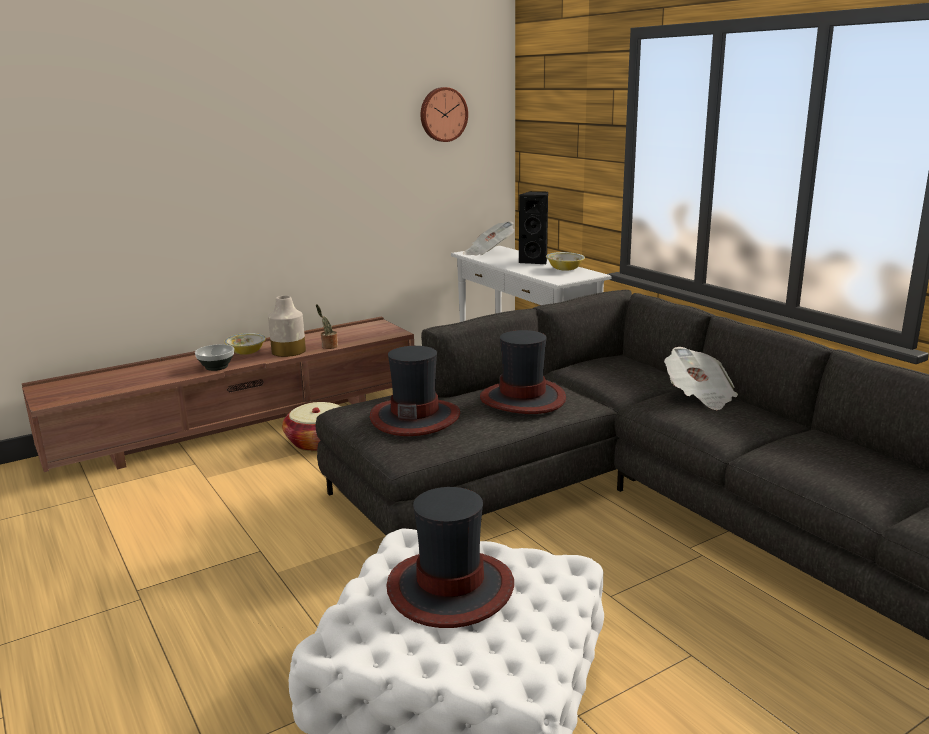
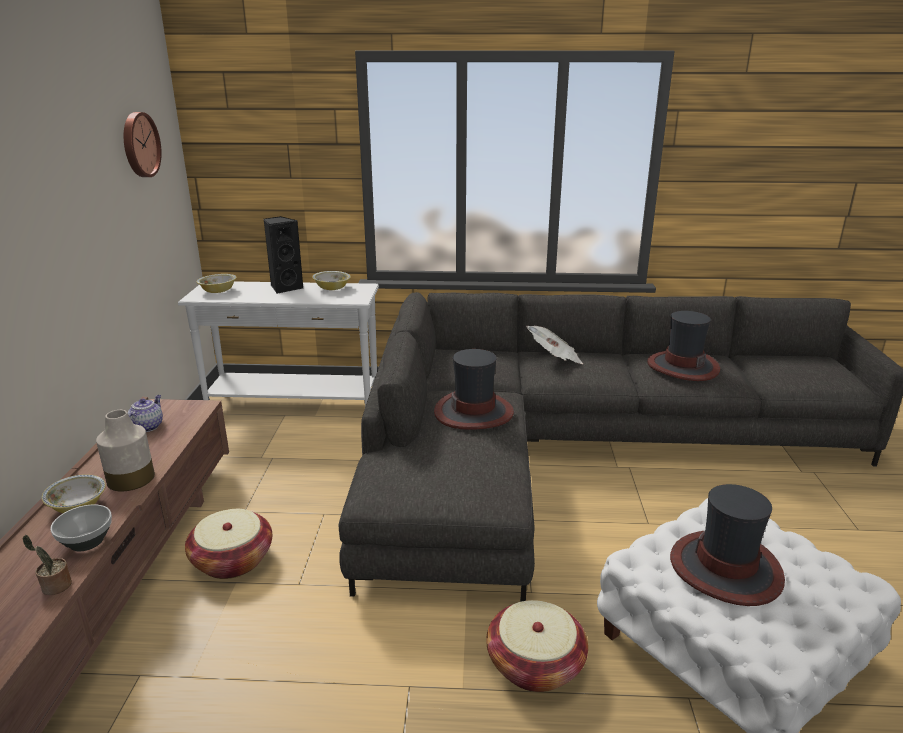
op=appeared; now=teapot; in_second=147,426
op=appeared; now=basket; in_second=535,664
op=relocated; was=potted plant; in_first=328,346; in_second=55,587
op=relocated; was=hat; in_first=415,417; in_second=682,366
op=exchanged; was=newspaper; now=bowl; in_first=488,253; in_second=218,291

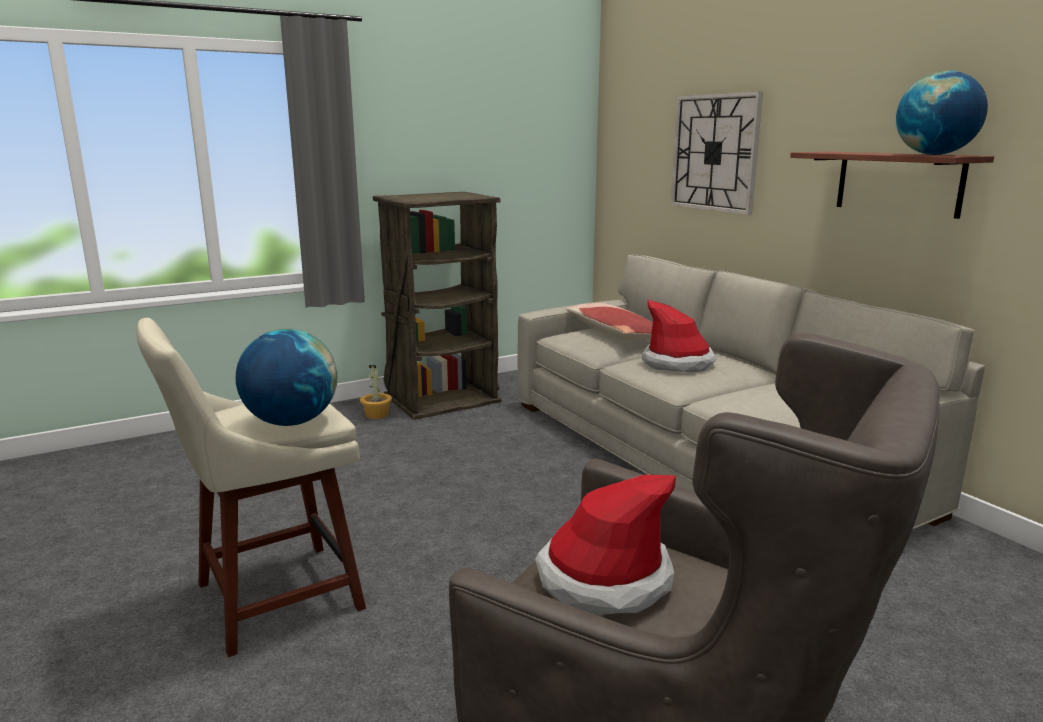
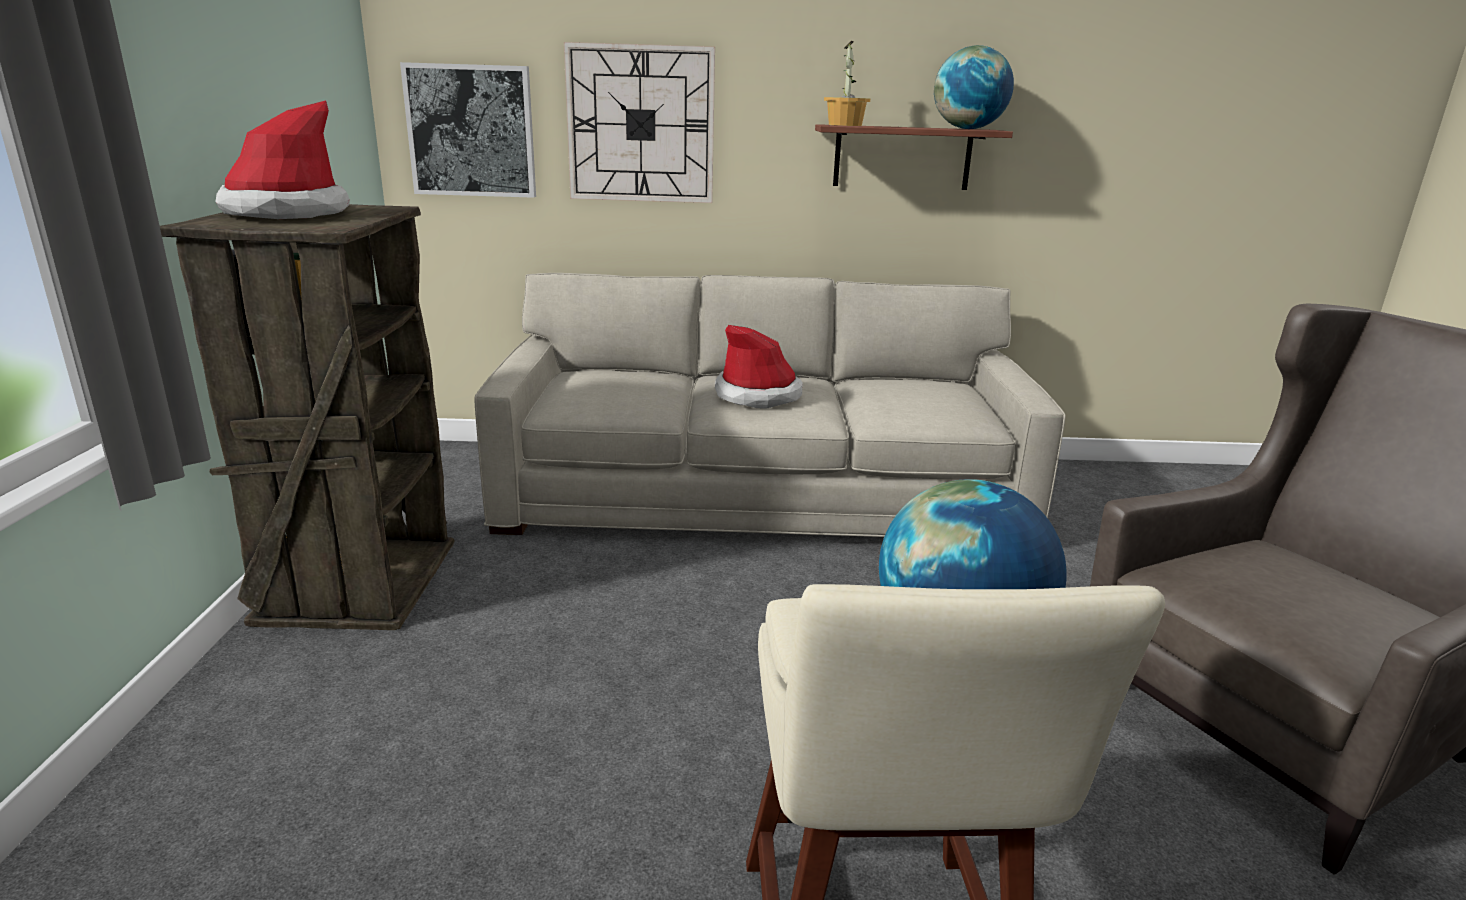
op=missing; was=pillow; in_first=614,334
op=appeared; now=picture; in_second=471,131
op=relocated; was=potted plant; in_first=376,415; in_second=845,125
op=relocated; was=hat; in_first=604,578; in_second=286,213

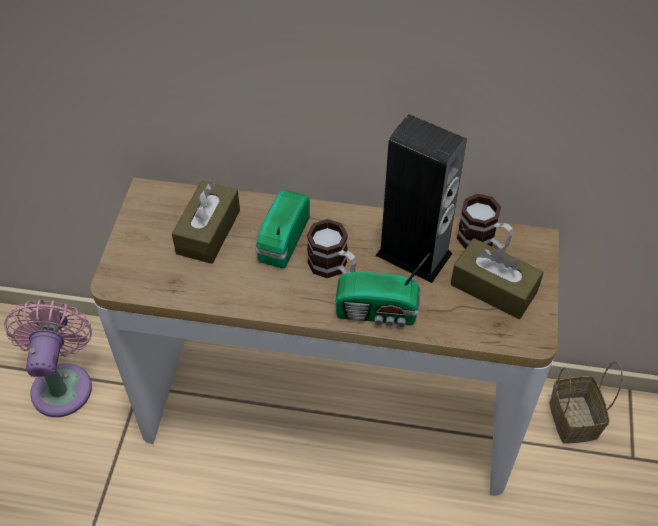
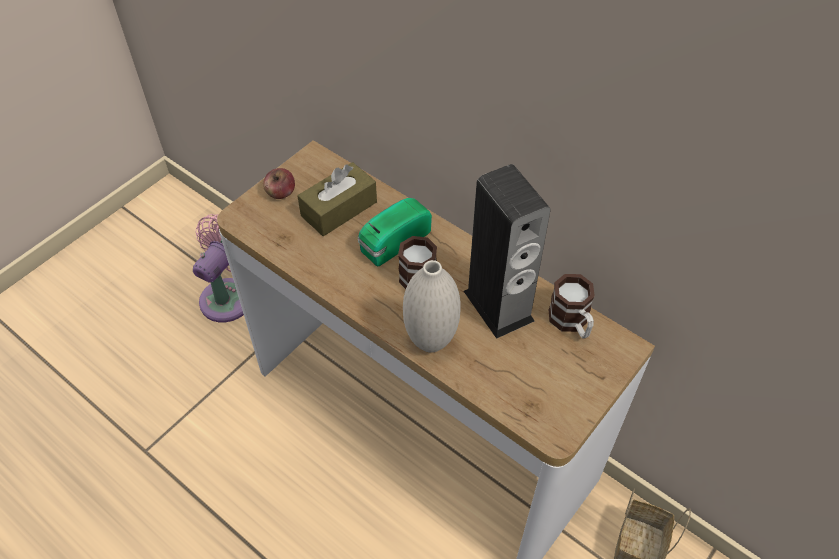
op=missing; was=brown tissue box; in_first=493,288
op=appeared; now=apple; in_second=281,193
op=exchanged; was=radio; now=white vase; in_first=379,312; in_second=431,341

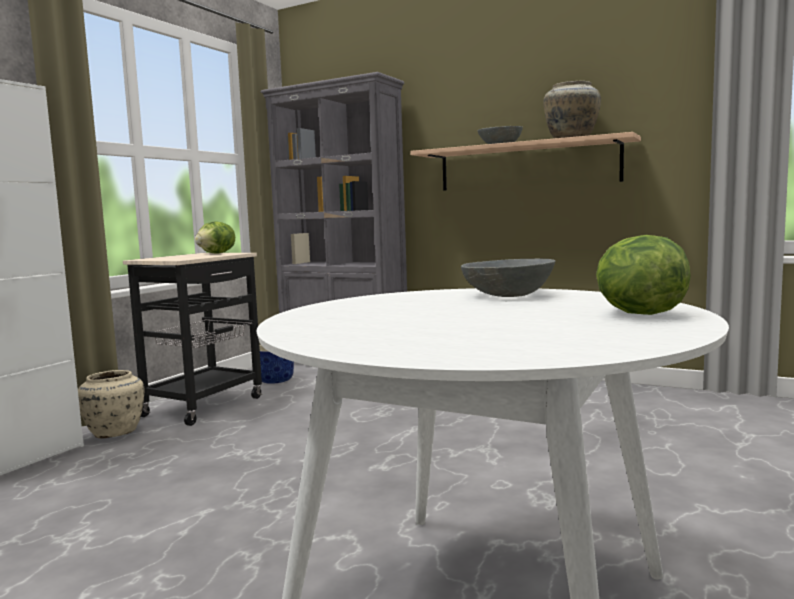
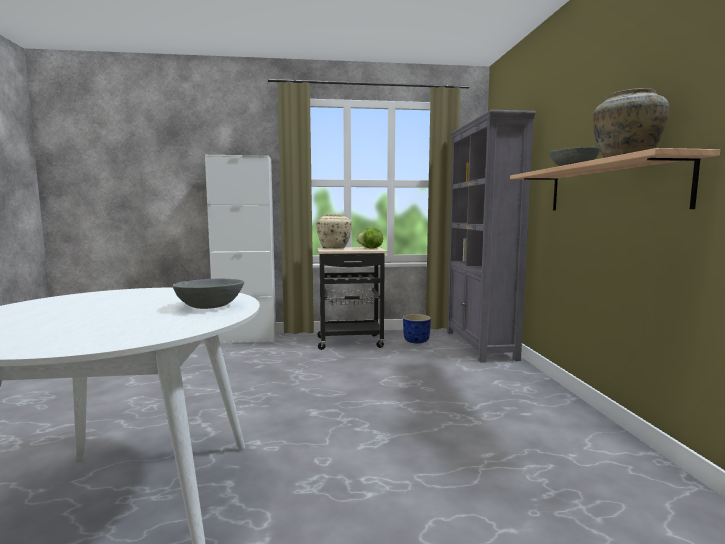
op=missing; was=lettuce; in_first=638,314
op=relocated; was=beige vase; in_first=115,432; in_second=334,248

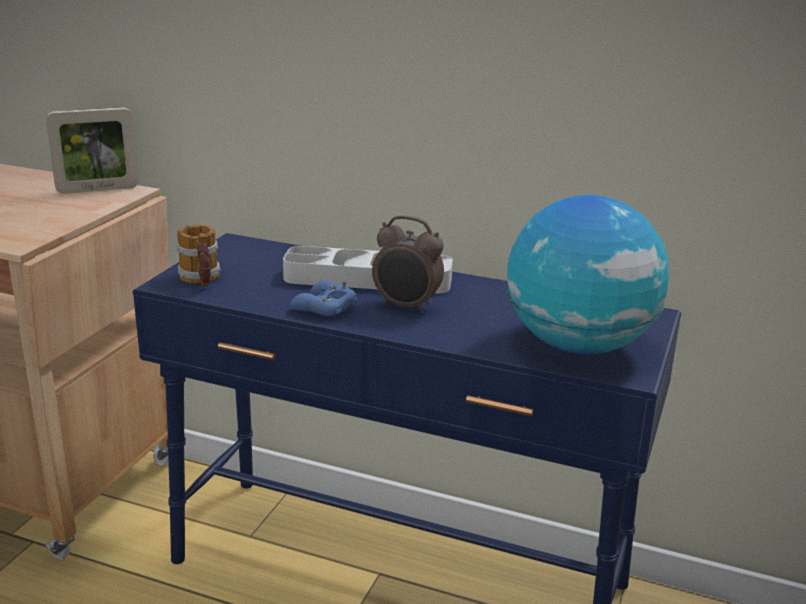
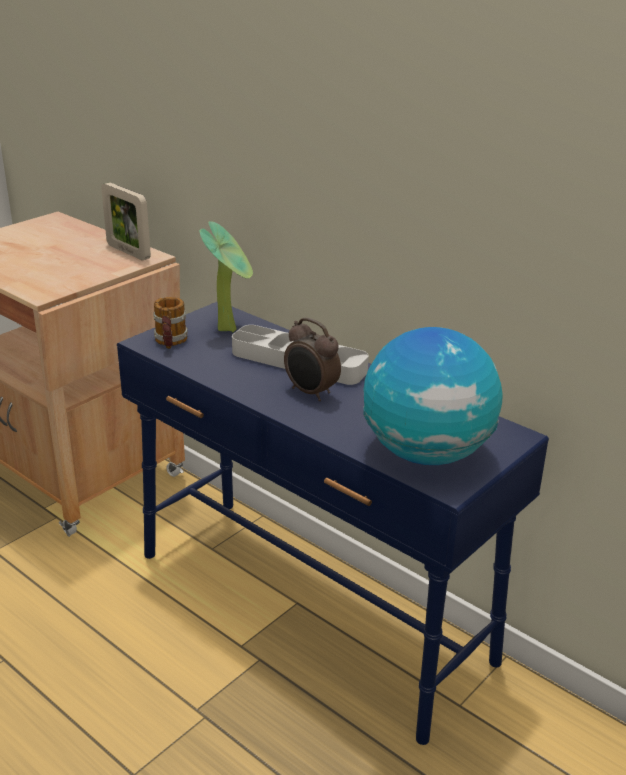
op=missing; was=blue game controller; in_first=322,307
op=appeared; now=potted plant; in_second=230,328
op=spun; was=picture frame; in_first=98,189; in_second=128,252; clockwise=45

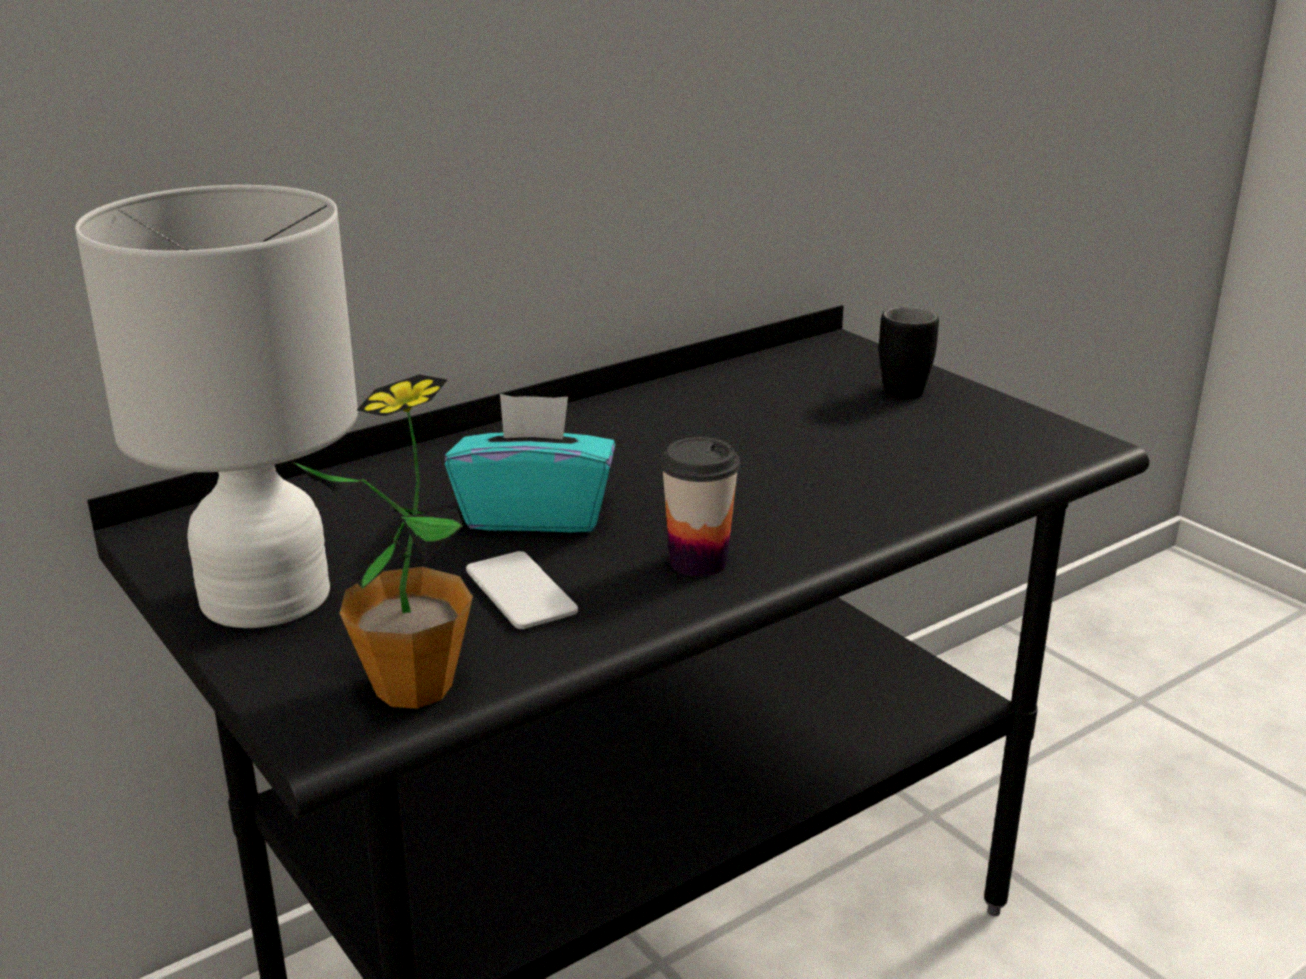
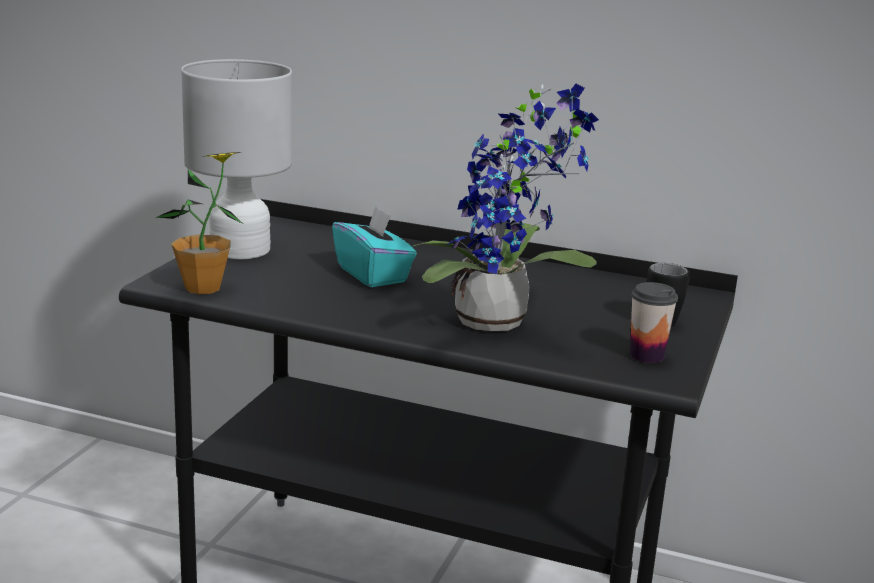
op=missing; was=phone; in_first=520,592
op=appeared; now=potted plant; in_second=500,322
op=relocated; was=cup; in_first=698,561; in_second=646,355

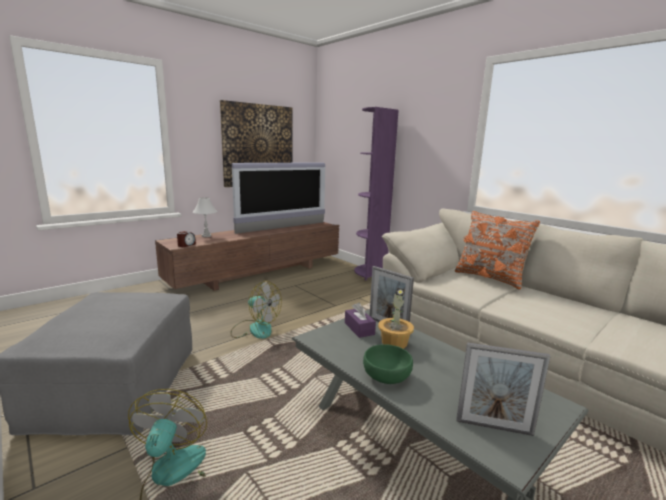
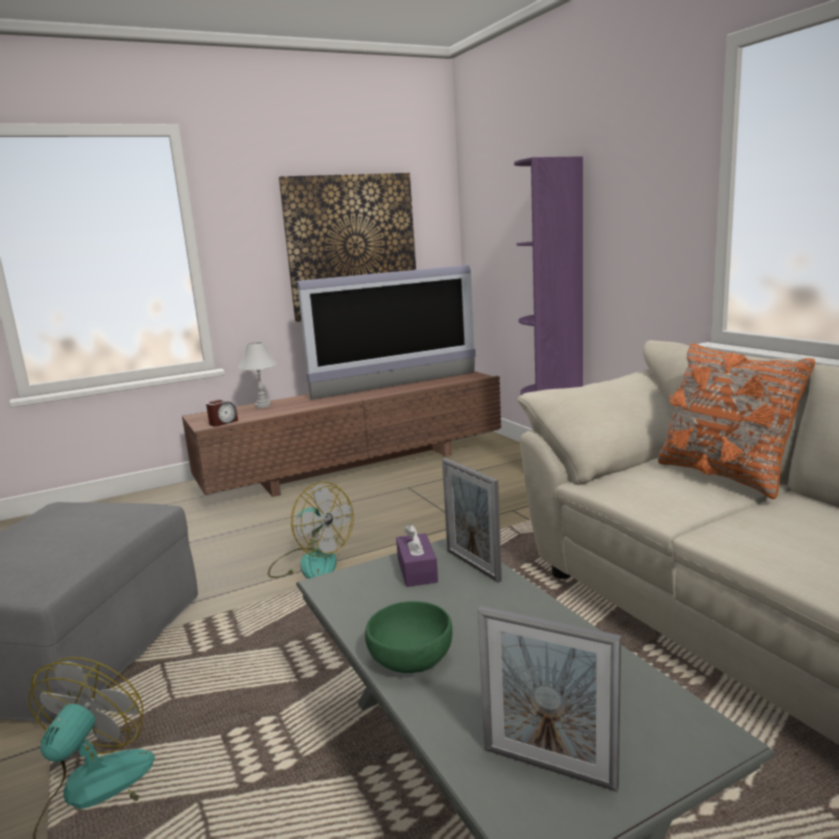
op=missing; was=potted plant; in_first=394,343

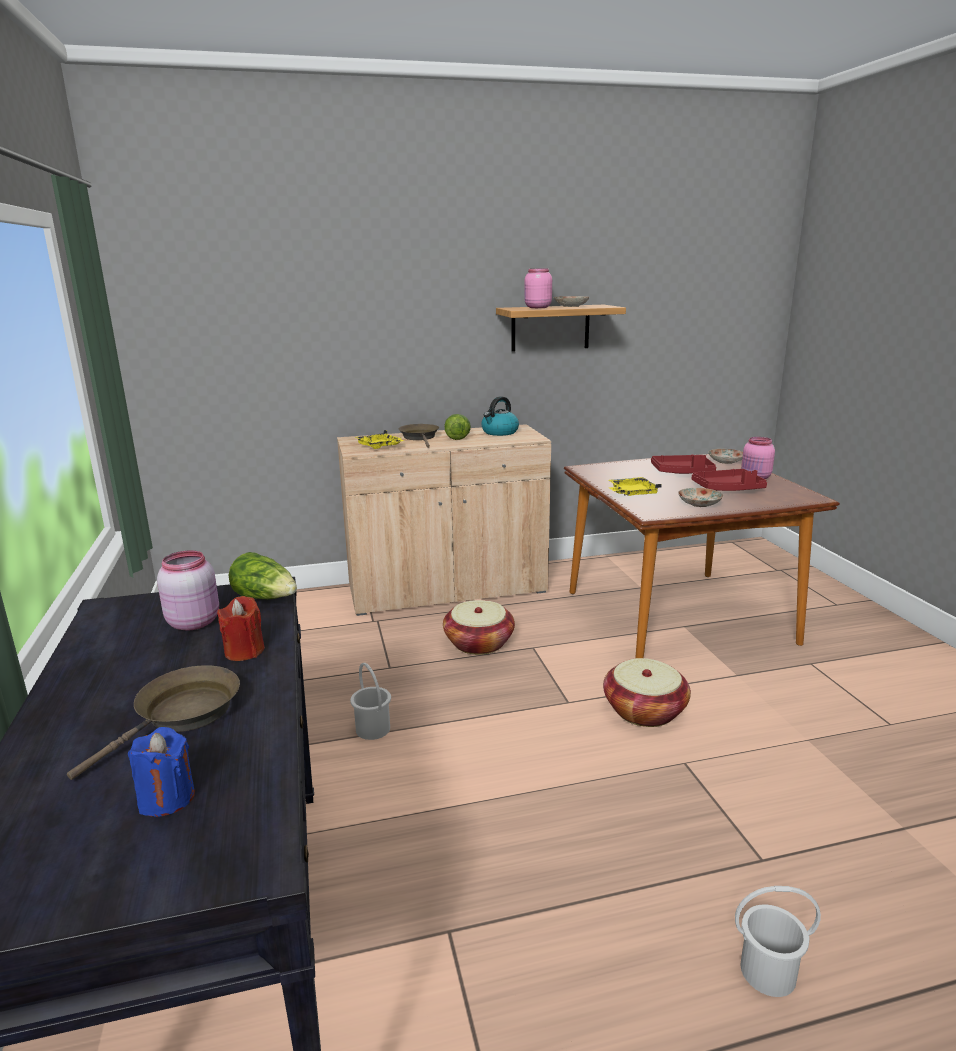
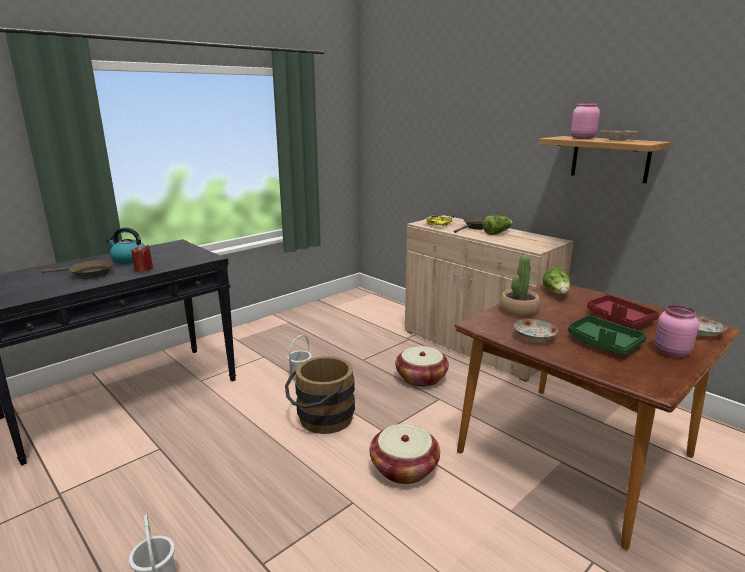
op=missing; was=blue candle; in_first=167,798
op=missing; was=pink jar; in_first=194,622
op=appeared; now=brown bucket; in_second=321,420
op=relocated; was=lettuce; in_first=266,598; in_second=556,293
op=relocated; was=kettle; in_first=499,432; in_second=129,259
op=exchanged; was=yellow tray; now=potted plant; in_first=631,493; in_second=518,310
op=colour; was=red tray; now=green tray; in_first=728,489; in_second=603,343

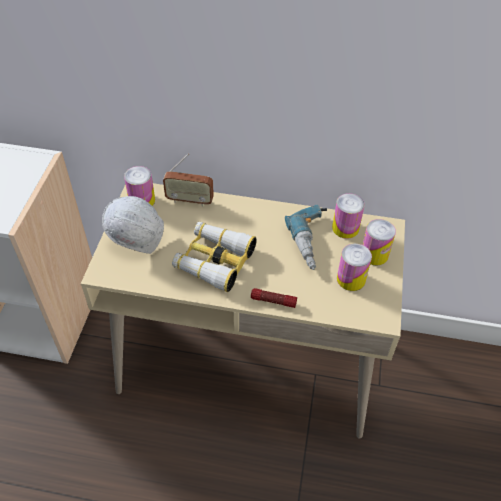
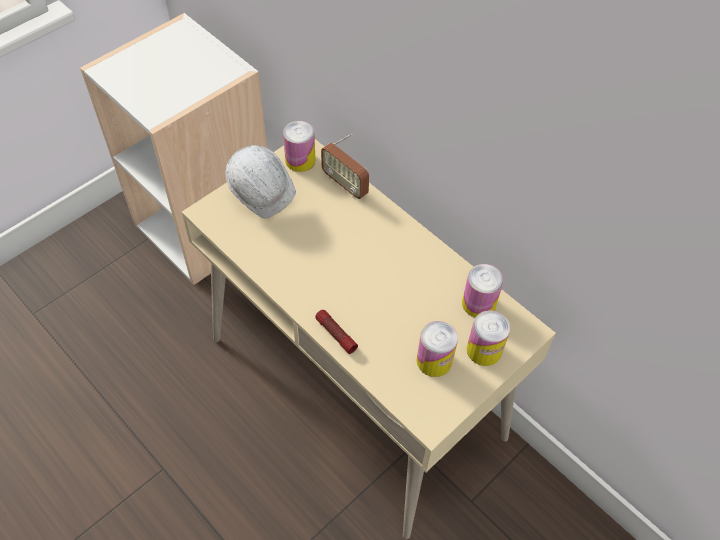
op=missing; was=binoculars; in_first=214,261
op=missing; was=power drill; in_first=314,242

